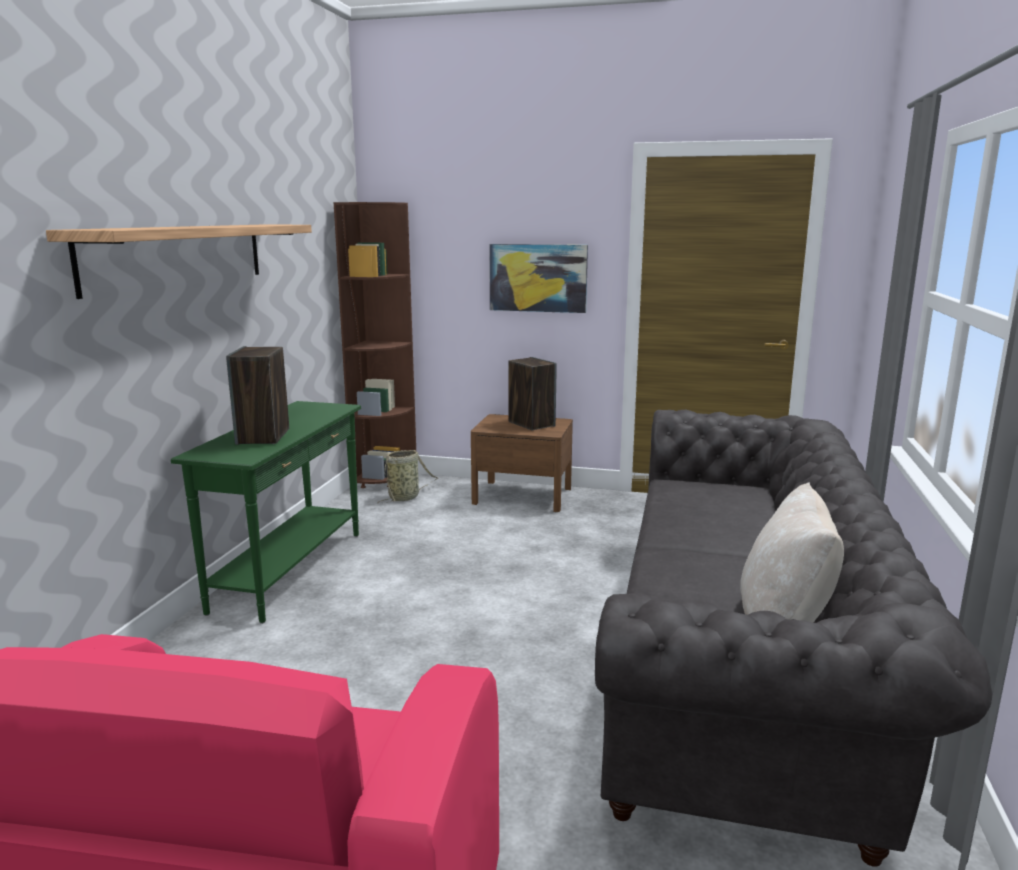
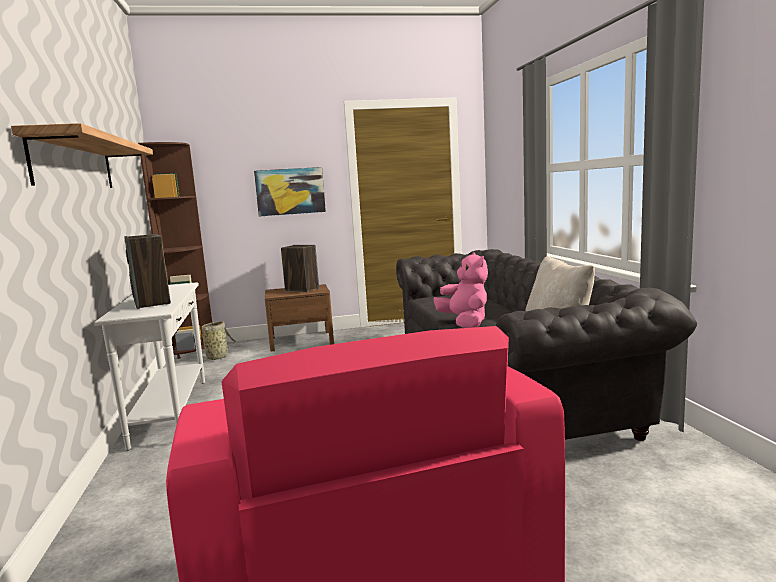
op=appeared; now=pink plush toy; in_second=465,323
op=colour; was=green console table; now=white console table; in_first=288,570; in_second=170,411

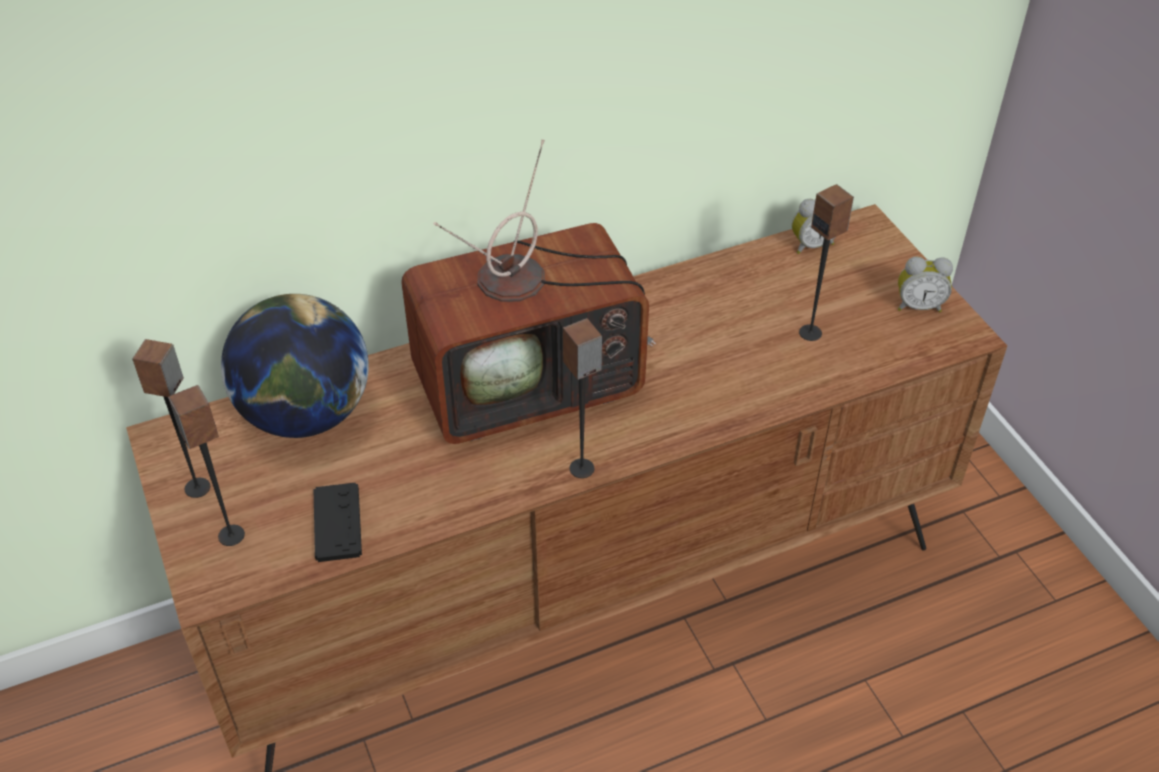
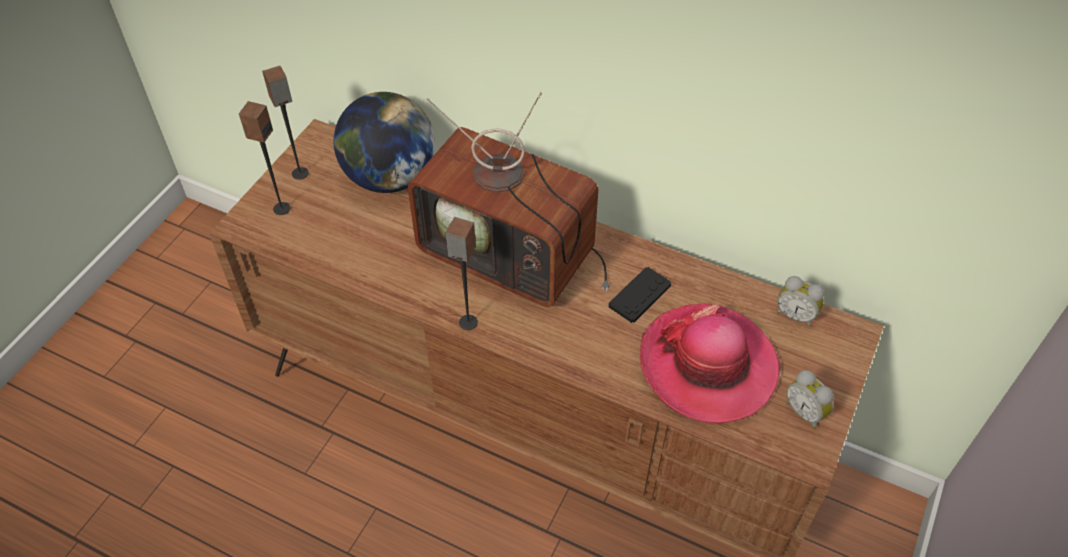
op=relocated; was=black game controller; in_first=337,523; in_second=639,295
op=exchanged; was=speaker; now=hat; in_first=810,332; in_second=708,365

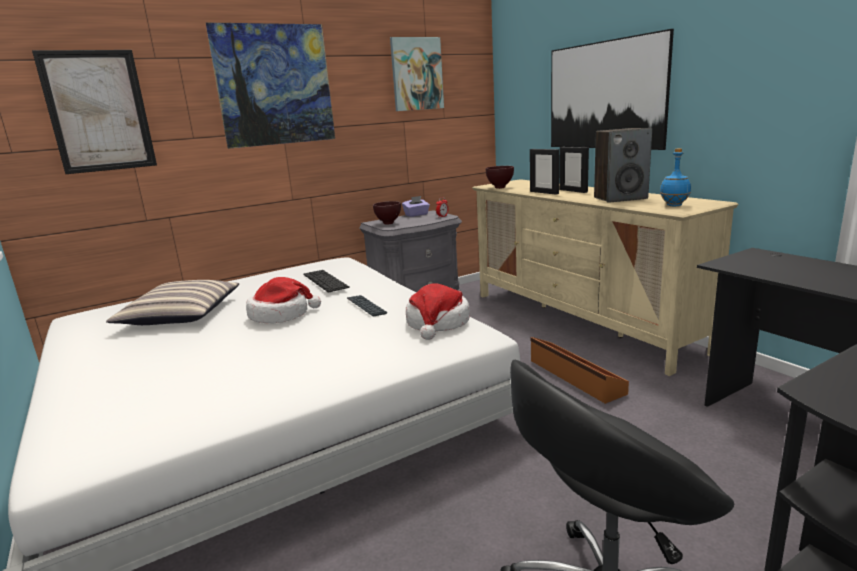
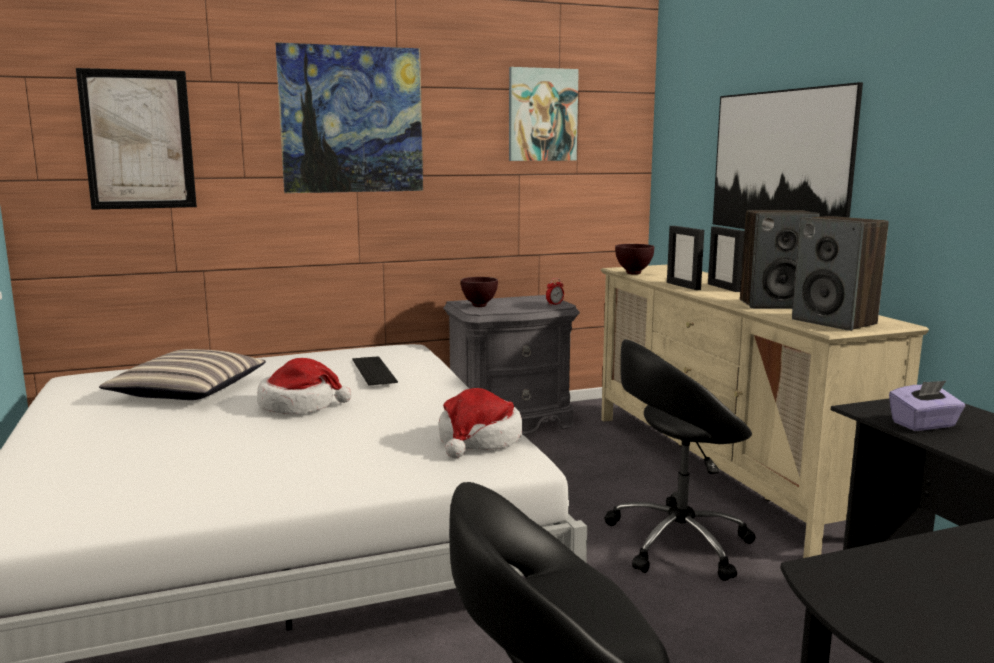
op=missing; was=keyboard; in_first=366,306
op=relocated; was=purple tissue box; in_first=416,215; in_second=924,425
op=exchanged; was=brown storage box; now=black office chair; in_first=574,377; in_second=674,542
op=exchanged; was=blue bottle; now=speaker; in_first=674,205; in_second=835,322

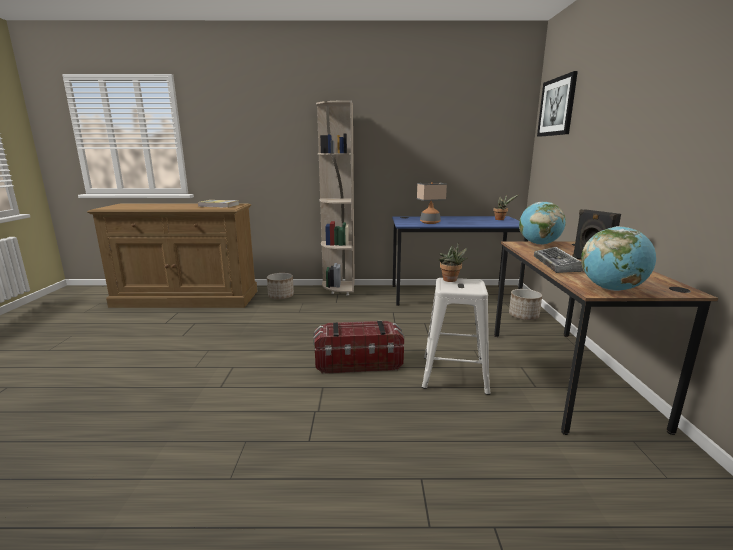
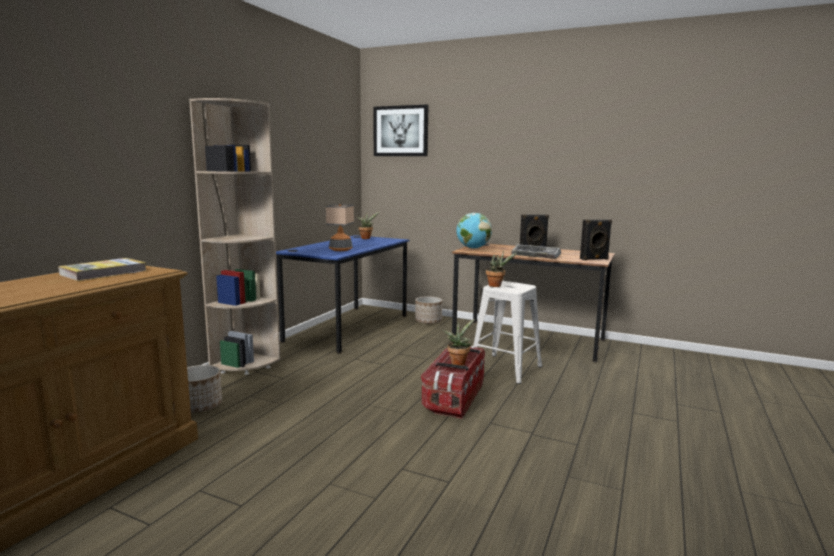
op=appeared; now=potted plant; in_second=458,362
op=exchanged; was=globe; now=black speaker; in_first=611,289; in_second=594,259

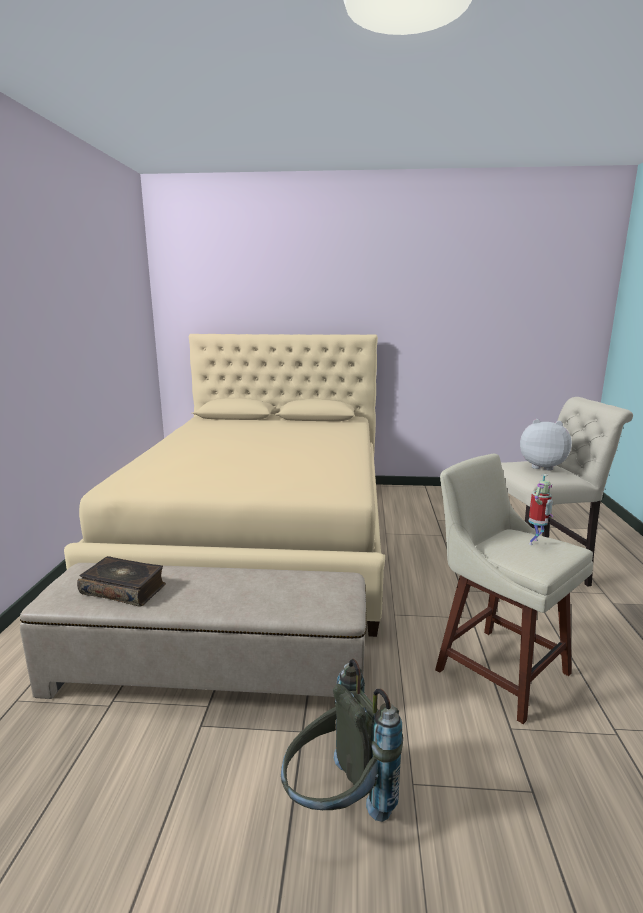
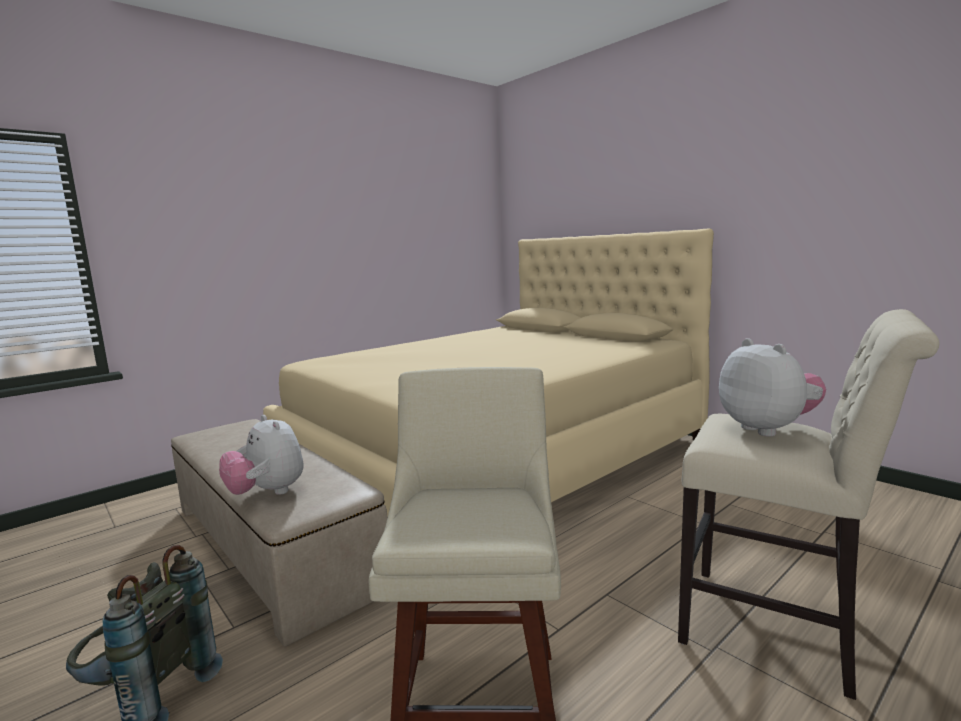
op=missing; was=book; in_first=124,589
op=missing; was=toy robot; in_first=535,543
op=appeared; now=plush toy; in_second=267,493

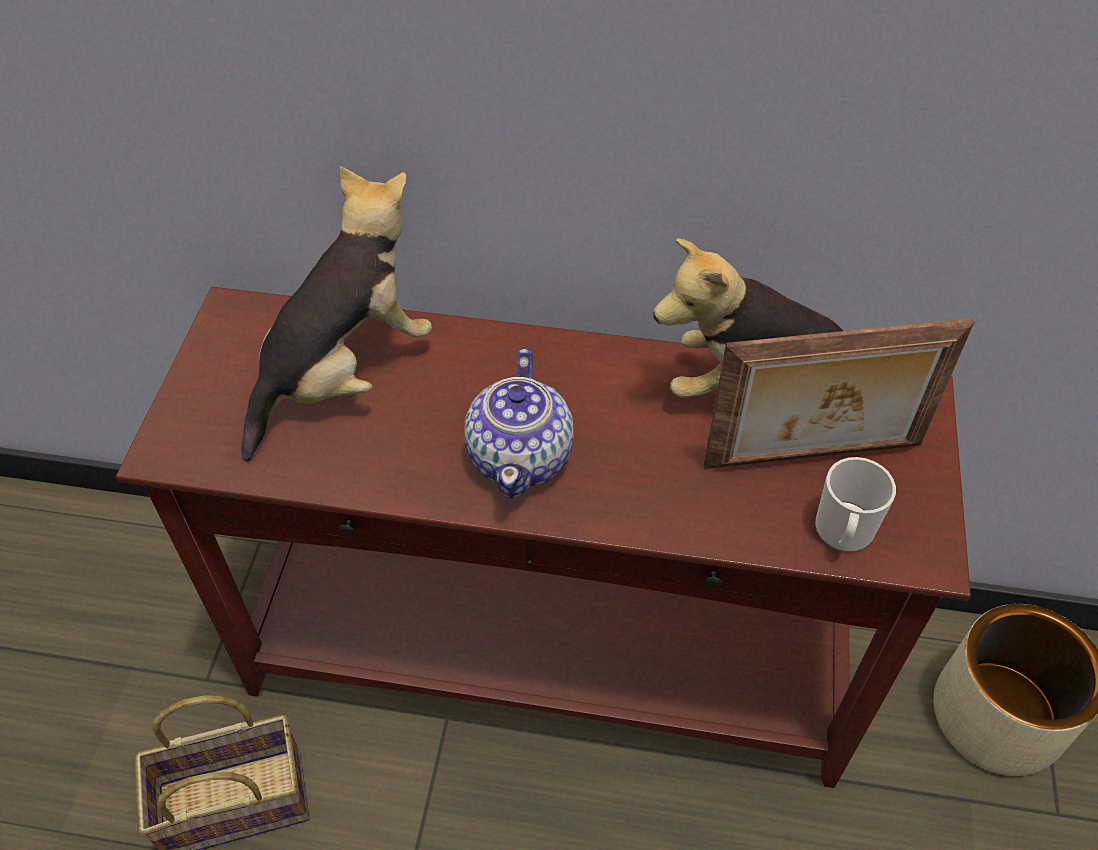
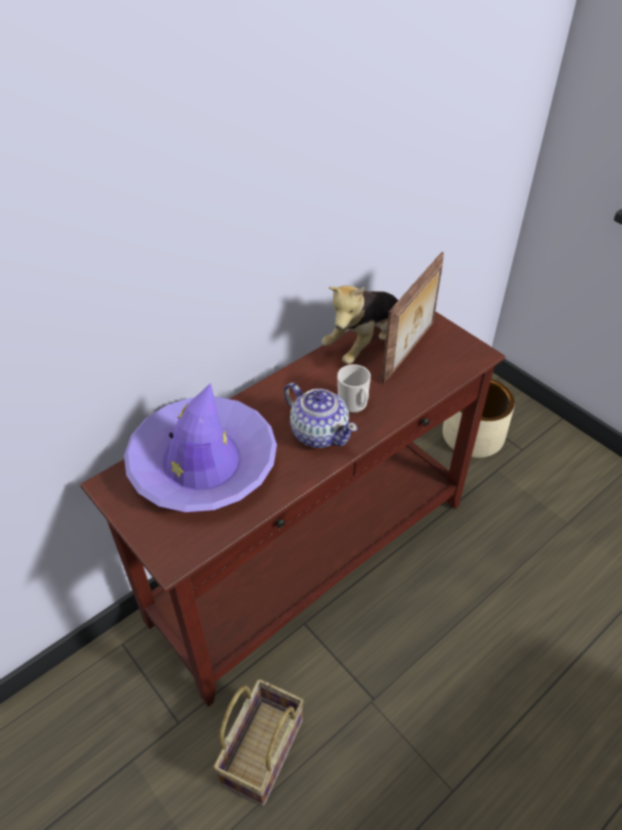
op=relocated; was=mug; in_first=843,534; in_second=354,405
op=exchanged; was=plush toy; now=purple hat; in_first=344,373; in_second=203,464

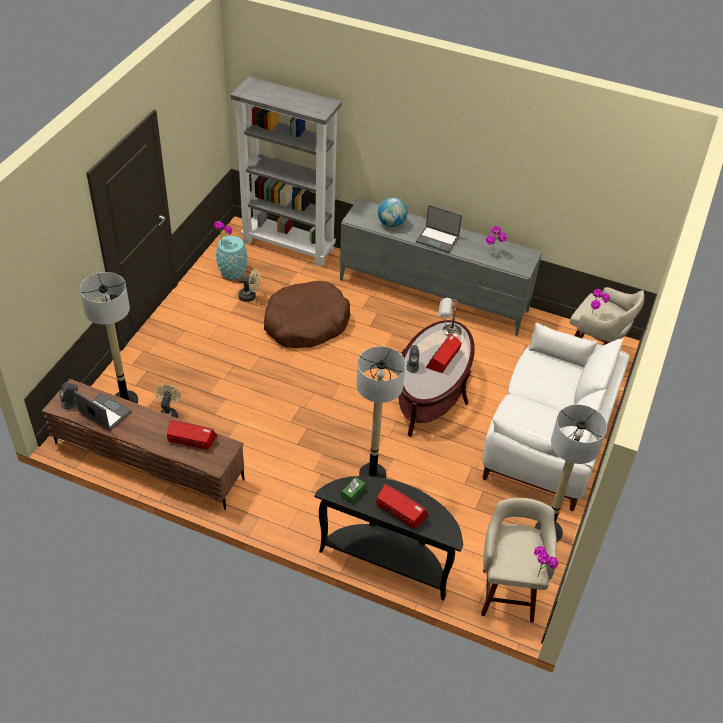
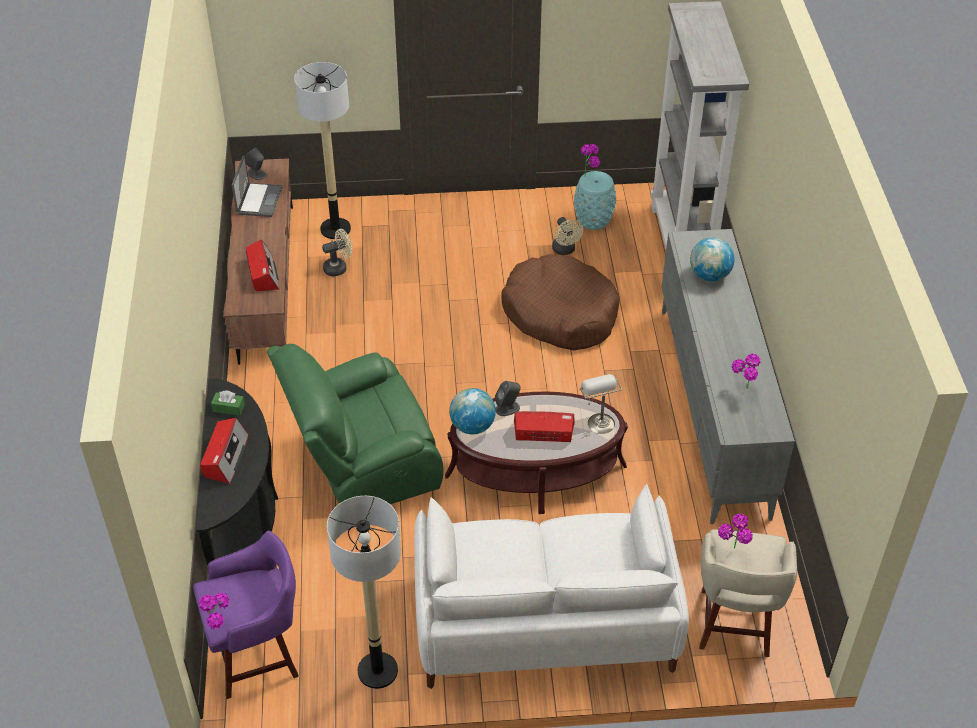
op=missing; was=laptop; in_first=437,239
op=appeared; now=globe; in_second=472,426
op=exchanged; was=floor lamp; now=green armchair; in_first=372,474; in_second=362,465
op=colour; was=beige stool; now=purple stool; in_first=508,592; in_second=259,658

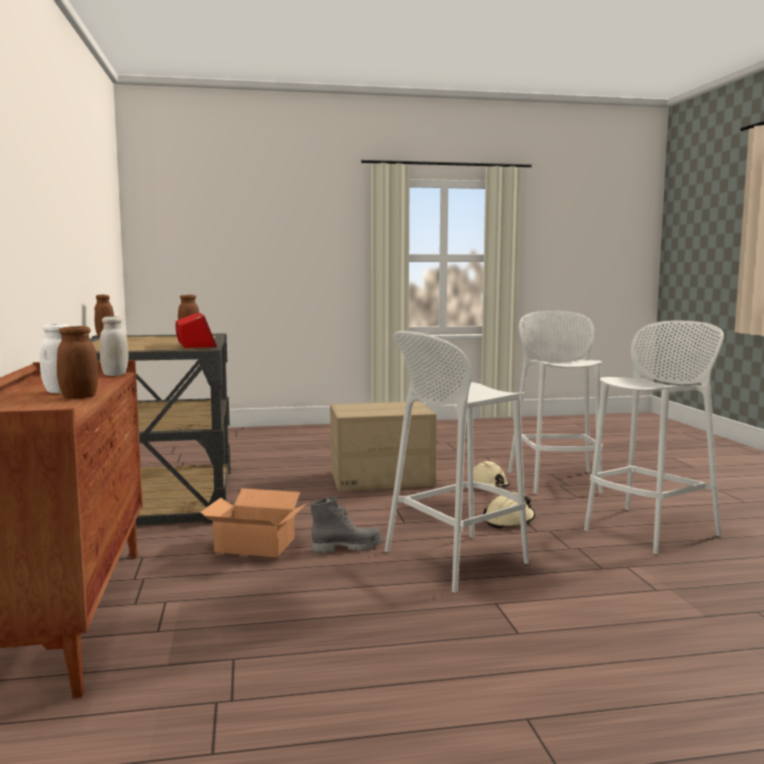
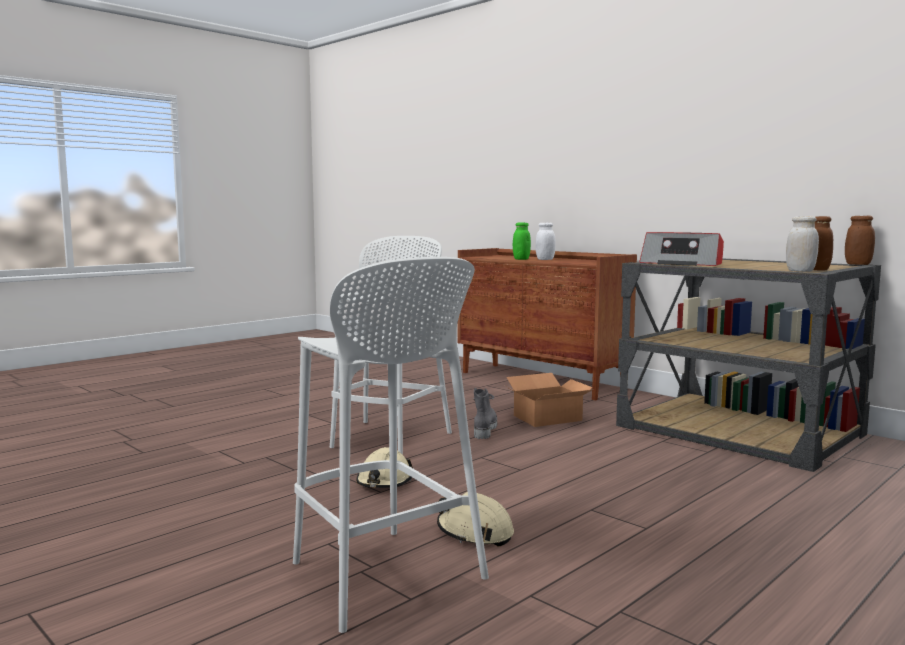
op=missing; was=cardboard box; in_first=381,479
op=missing; was=white stool; in_first=648,530
op=relocated; was=white jar; in_first=115,374; in_second=800,271
op=colour; was=brown jar; now=green jar; in_first=79,397; in_second=521,259
op=spun; was=grey boot; in_first=346,547; in_second=484,430; clockwise=150

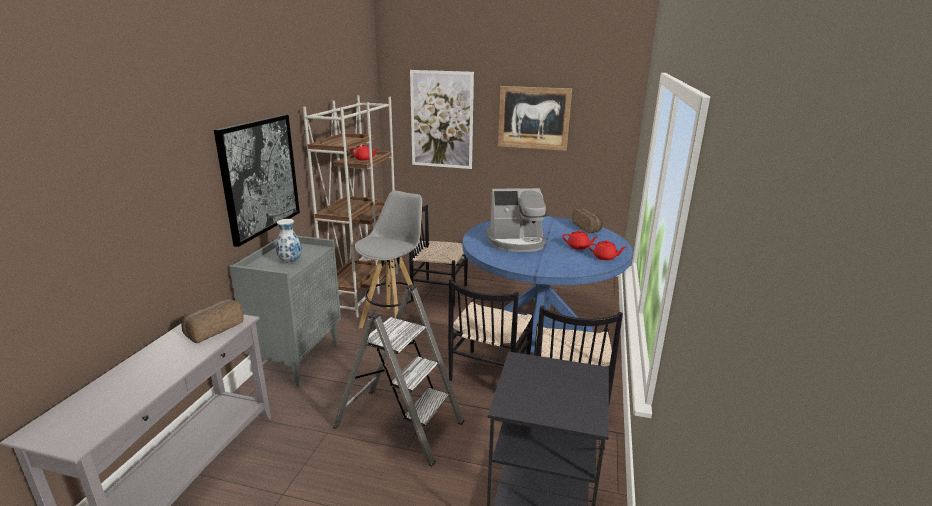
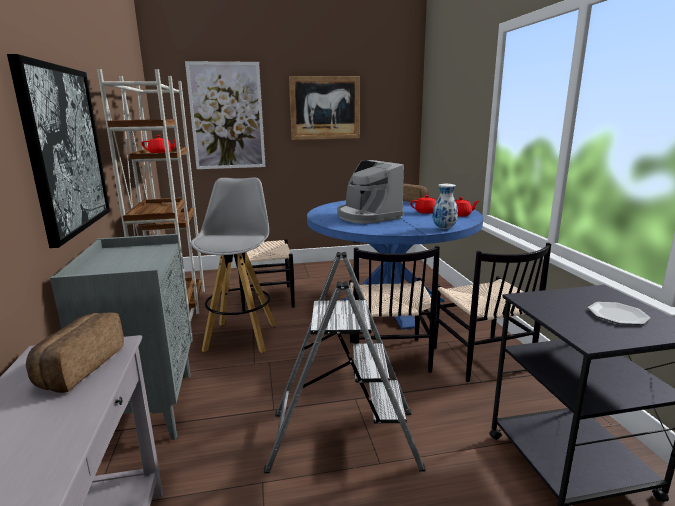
op=appeared; now=plate; in_second=617,315
op=relocated; was=vase; in_first=290,261; in_second=444,228
op=spun; was=coffee machine; in_first=516,242; in_second=367,216; clockwise=90

